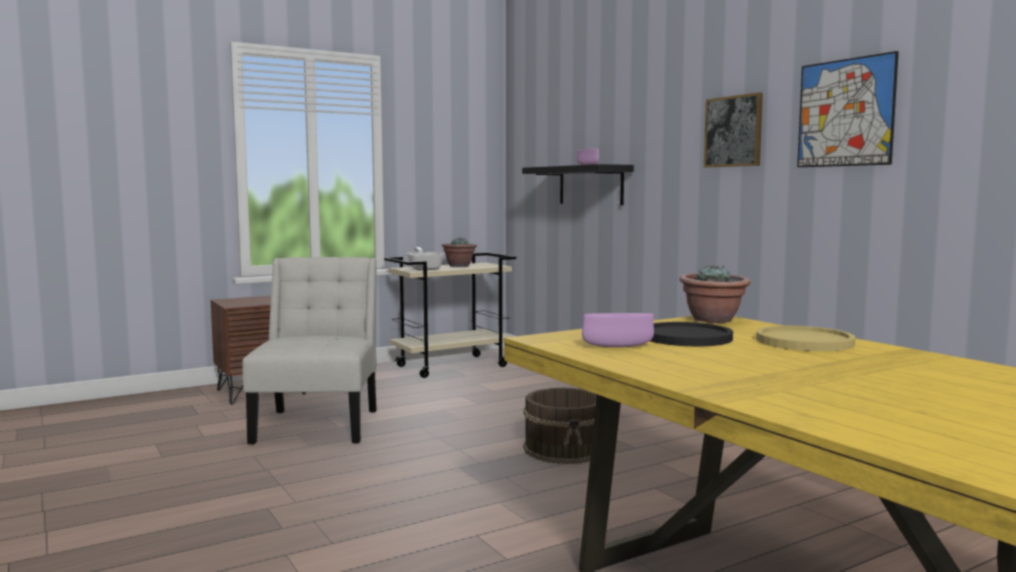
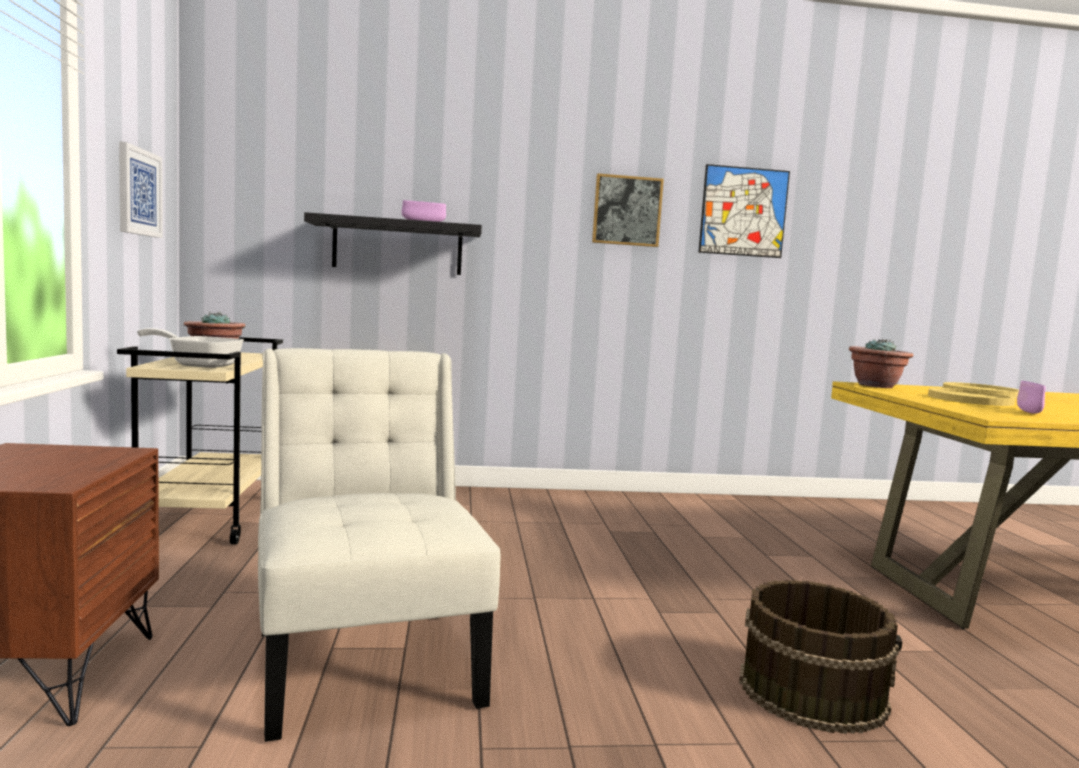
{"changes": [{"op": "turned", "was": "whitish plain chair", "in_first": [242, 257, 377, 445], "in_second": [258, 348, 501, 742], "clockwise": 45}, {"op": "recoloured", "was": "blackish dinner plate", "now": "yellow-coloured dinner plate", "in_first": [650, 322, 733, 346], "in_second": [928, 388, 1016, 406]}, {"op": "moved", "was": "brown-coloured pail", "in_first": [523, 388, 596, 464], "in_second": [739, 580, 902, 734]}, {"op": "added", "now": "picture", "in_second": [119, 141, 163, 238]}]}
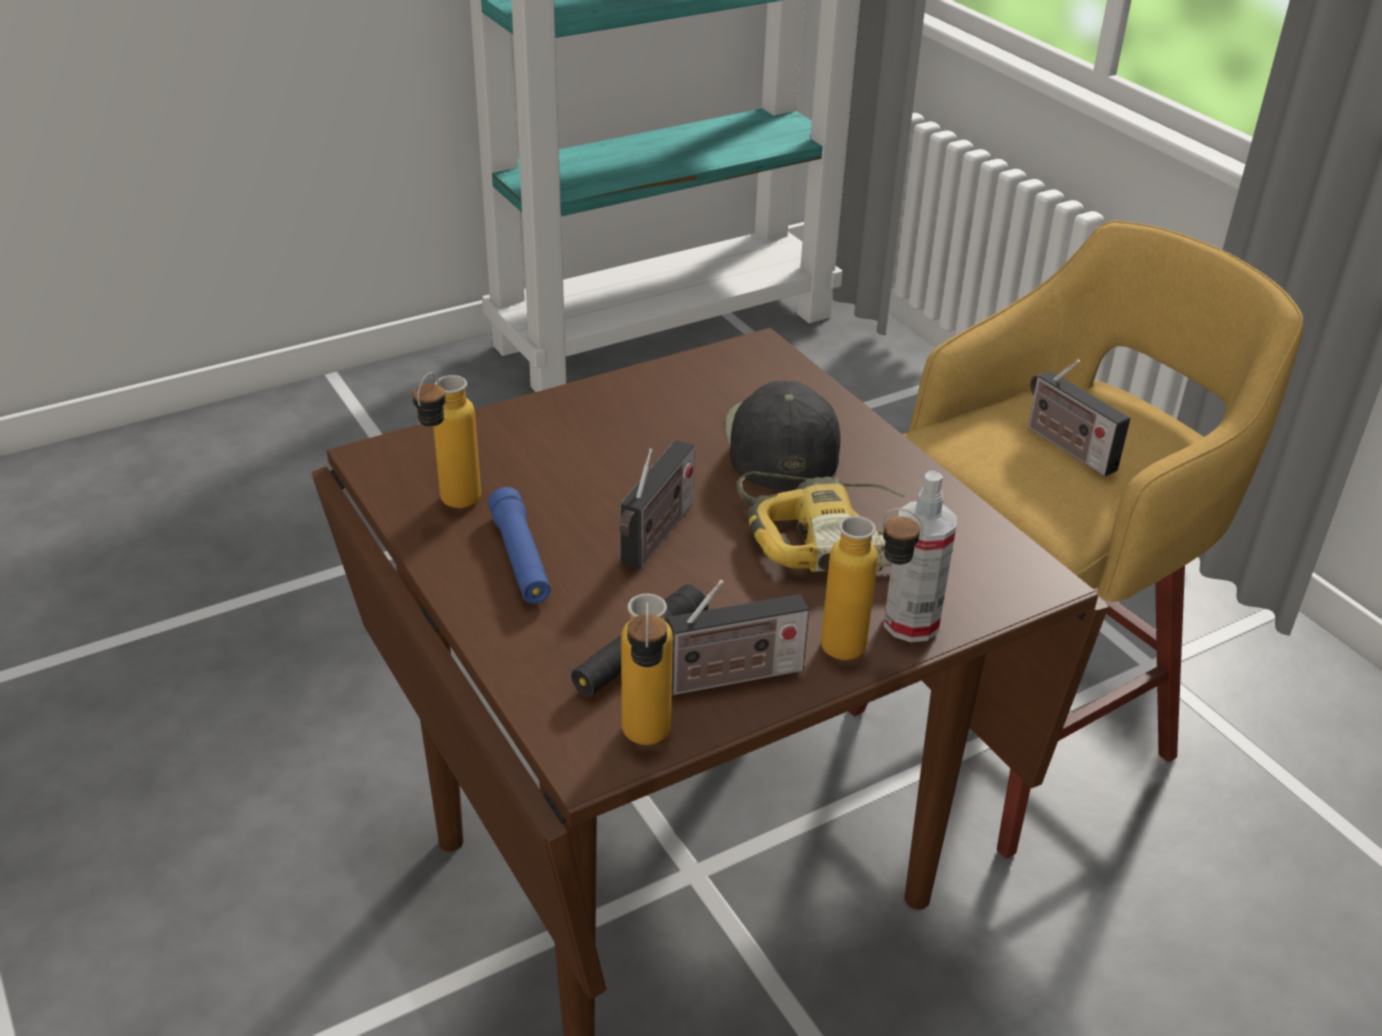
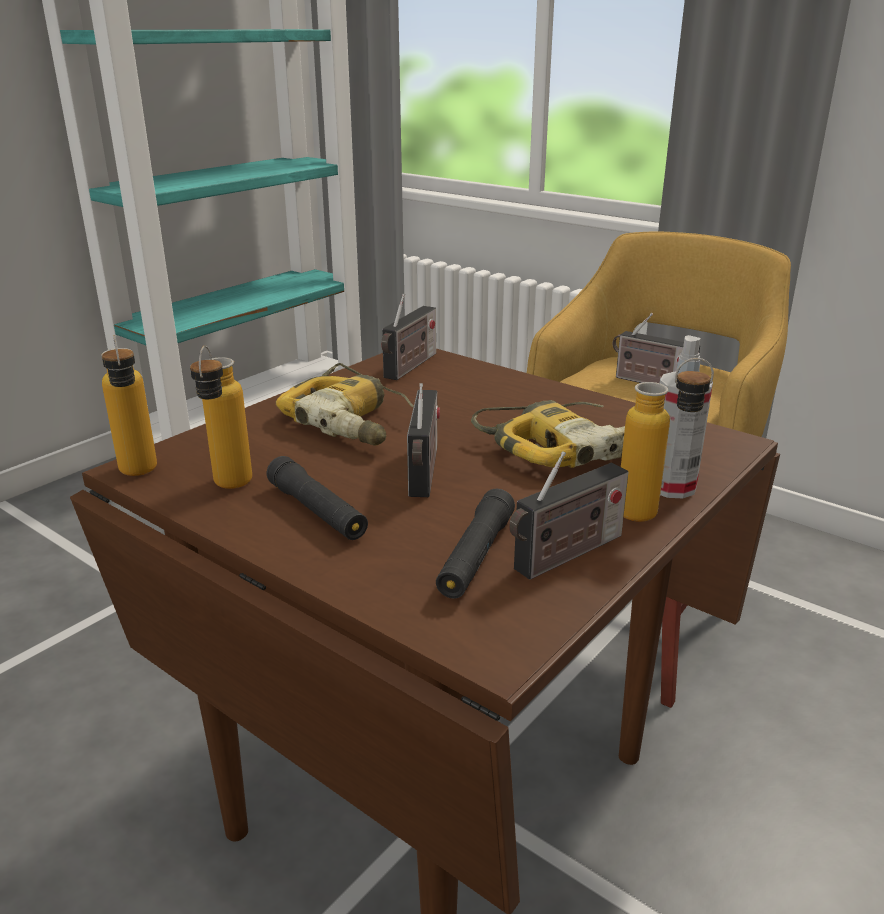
{"changes": [{"op": "removed", "was": "blackish baseball cap", "in_first": [725, 381, 841, 491]}, {"op": "recoloured", "was": "blue torch", "now": "blackish torch", "in_first": [488, 487, 551, 604], "in_second": [267, 456, 368, 540]}, {"op": "moved", "was": "drink bottle", "in_first": [621, 594, 673, 745], "in_second": [101, 335, 157, 476]}, {"op": "added", "now": "radio set", "in_second": [381, 294, 436, 380]}, {"op": "added", "now": "power drill", "in_second": [276, 363, 414, 446]}]}
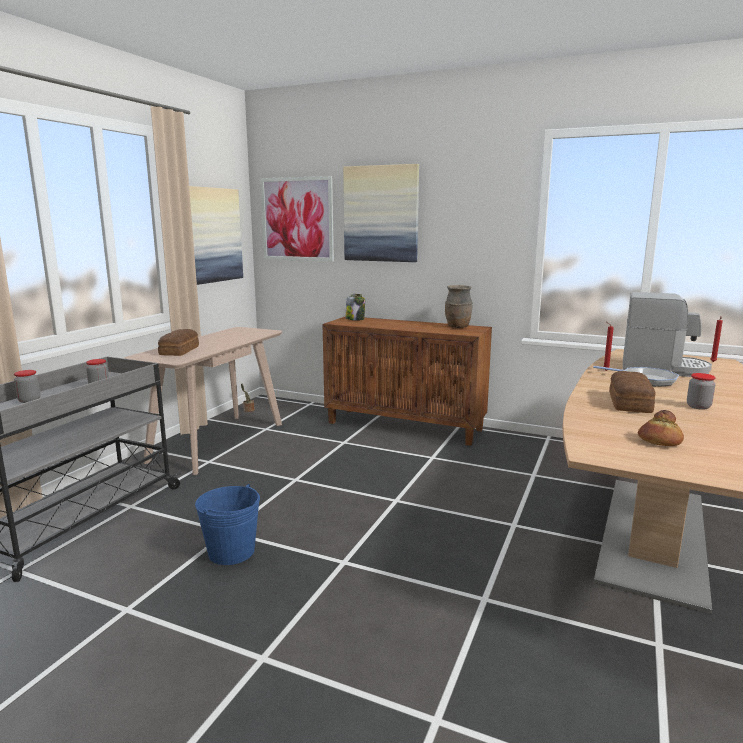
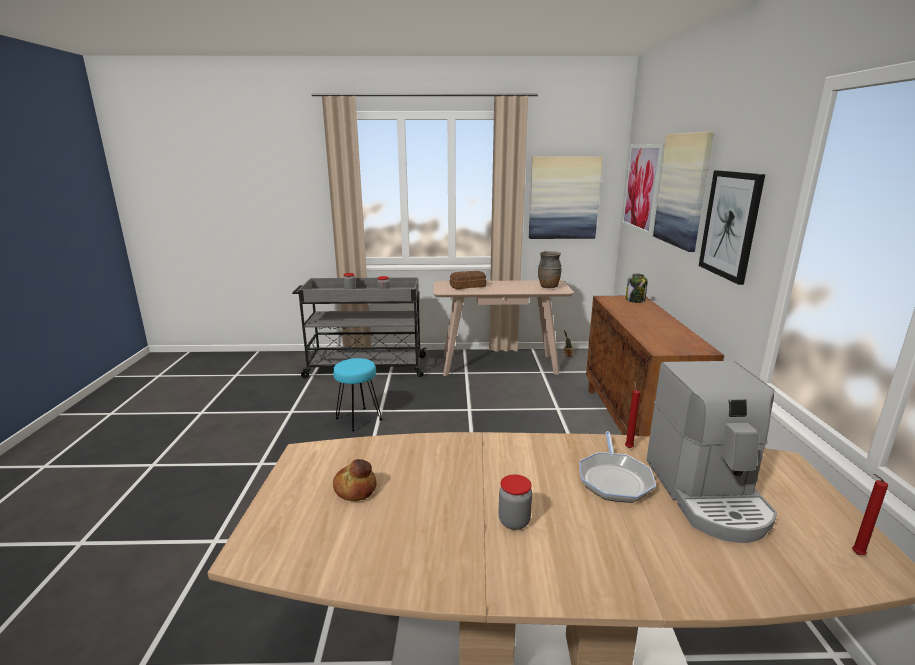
{"changes": [{"op": "moved", "was": "brown-coloured flower vase", "in_first": [445, 285, 473, 328], "in_second": [538, 251, 562, 288]}, {"op": "removed", "was": "bread", "in_first": [609, 371, 656, 413]}, {"op": "replaced", "was": "blue pail", "now": "turquoise-coloured sitting stool", "in_first": [195, 484, 260, 565], "in_second": [333, 358, 382, 431]}, {"op": "added", "now": "picture", "in_second": [699, 170, 765, 285]}]}
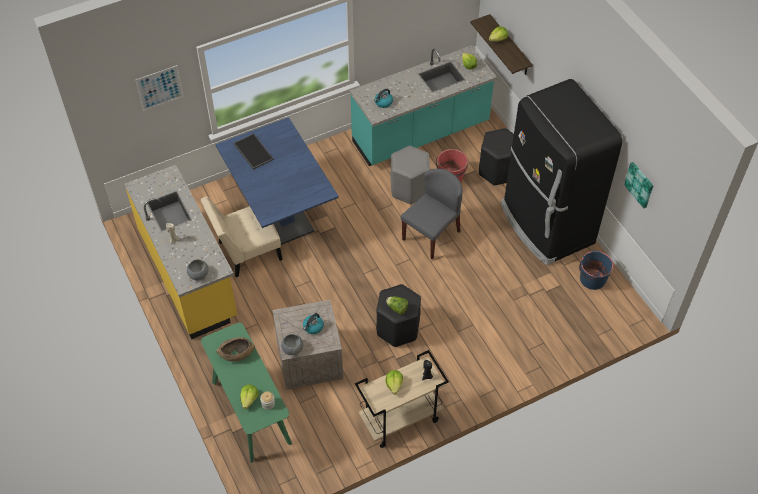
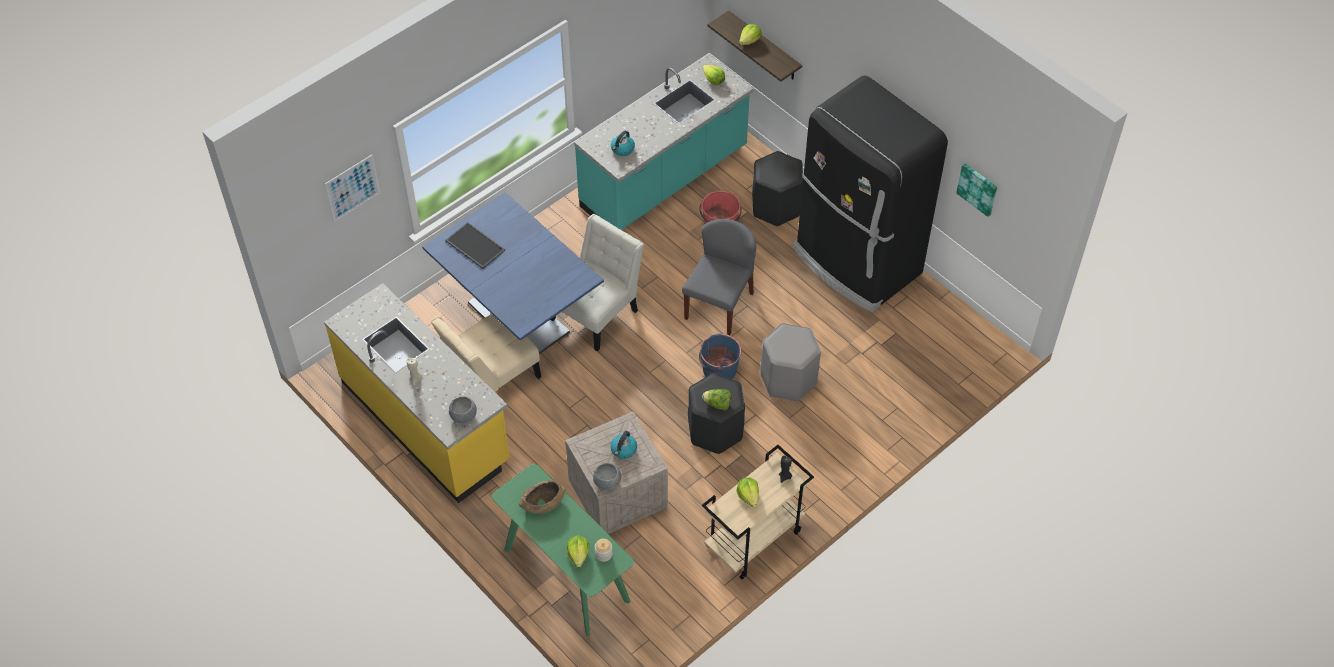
{"changes": [{"op": "moved", "was": "gray sitting stool", "in_first": [391, 146, 430, 205], "in_second": [761, 323, 821, 402]}, {"op": "moved", "was": "blue pail", "in_first": [579, 251, 613, 290], "in_second": [699, 334, 741, 379]}, {"op": "added", "now": "whitish plain chair", "in_second": [550, 214, 644, 351]}]}
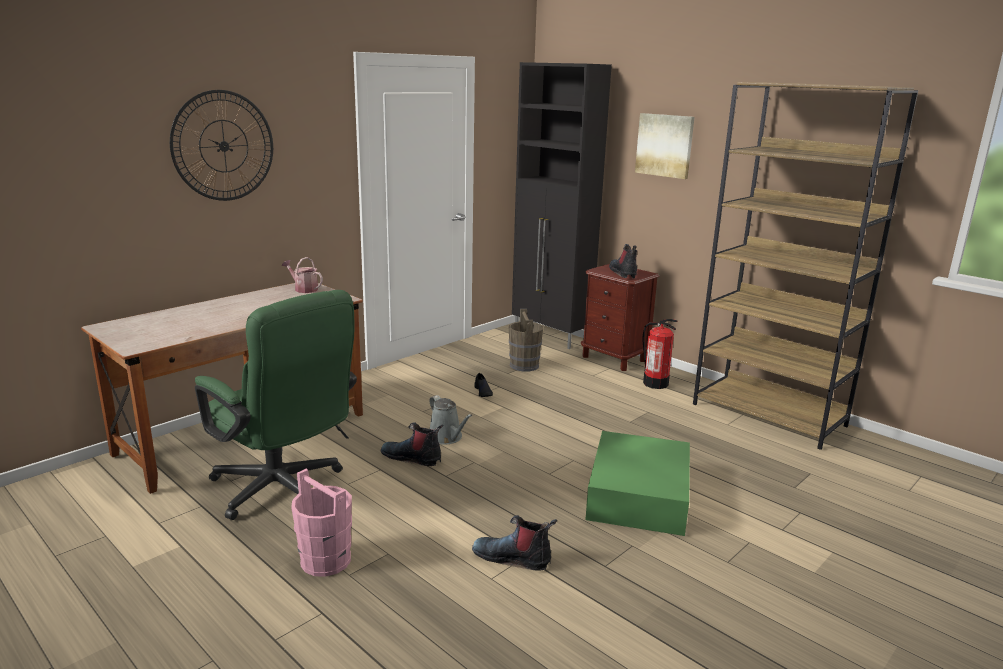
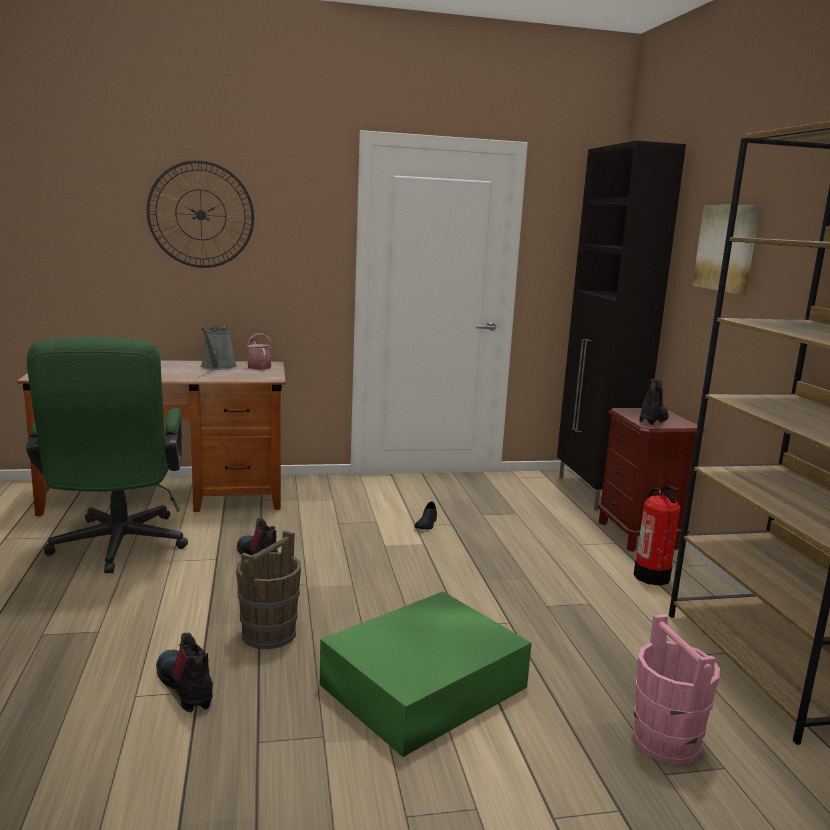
{"changes": [{"op": "moved", "was": "brown-coloured pail", "in_first": [509, 309, 543, 372], "in_second": [236, 530, 301, 649]}, {"op": "moved", "was": "gray watering pot", "in_first": [430, 395, 473, 445], "in_second": [201, 325, 237, 370]}, {"op": "moved", "was": "pink pail", "in_first": [291, 468, 352, 577], "in_second": [633, 614, 720, 765]}]}
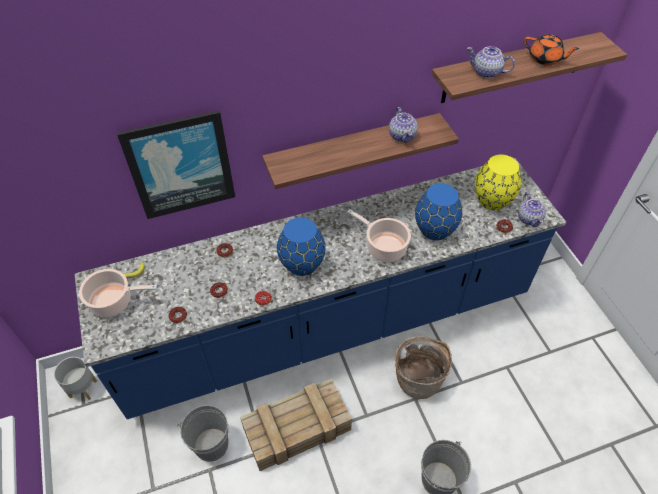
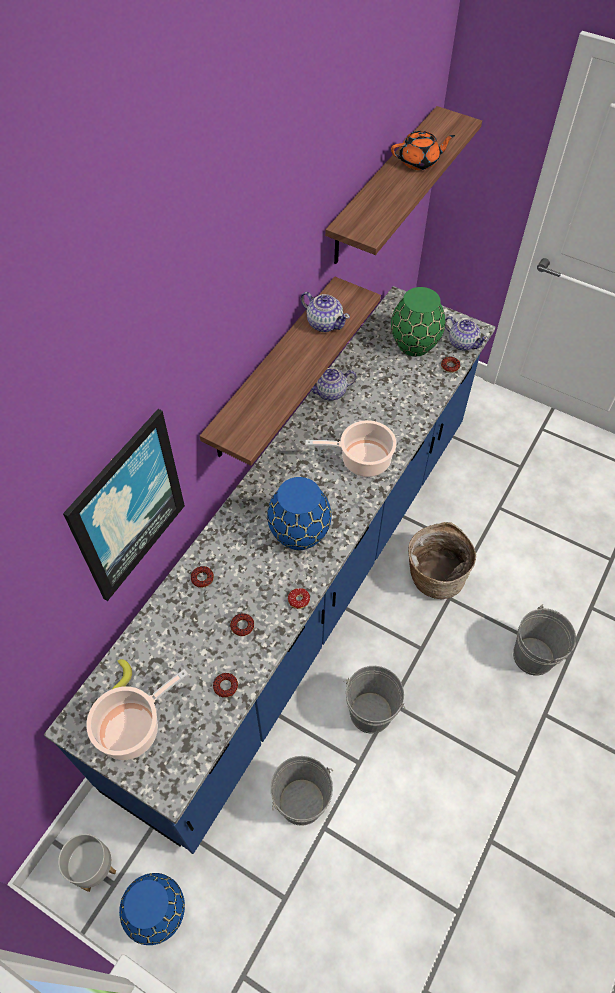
{"changes": [{"op": "moved", "was": "pot for tea", "in_first": [467, 46, 515, 78], "in_second": [311, 368, 357, 401]}, {"op": "recoloured", "was": "yellow-coloured flower vase", "now": "green-coloured flower vase", "in_first": [475, 155, 521, 210], "in_second": [391, 287, 446, 356]}, {"op": "moved", "was": "blue flower vase", "in_first": [415, 183, 462, 241], "in_second": [119, 873, 185, 945]}, {"op": "replaced", "was": "packing crate", "now": "gray pail", "in_first": [240, 378, 352, 471], "in_second": [343, 666, 405, 734]}]}
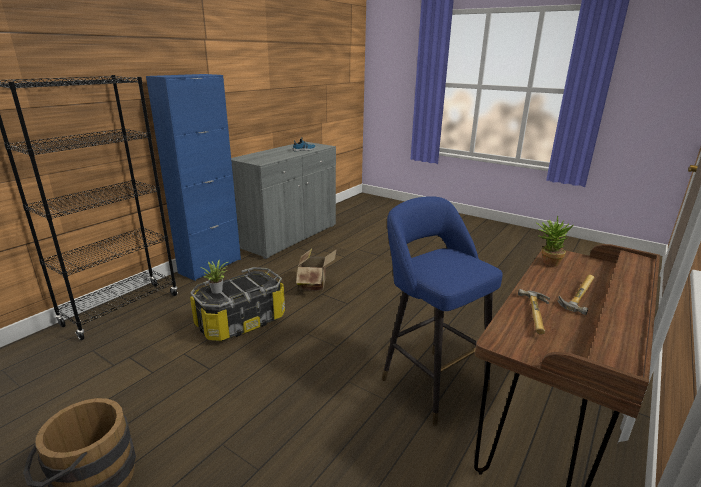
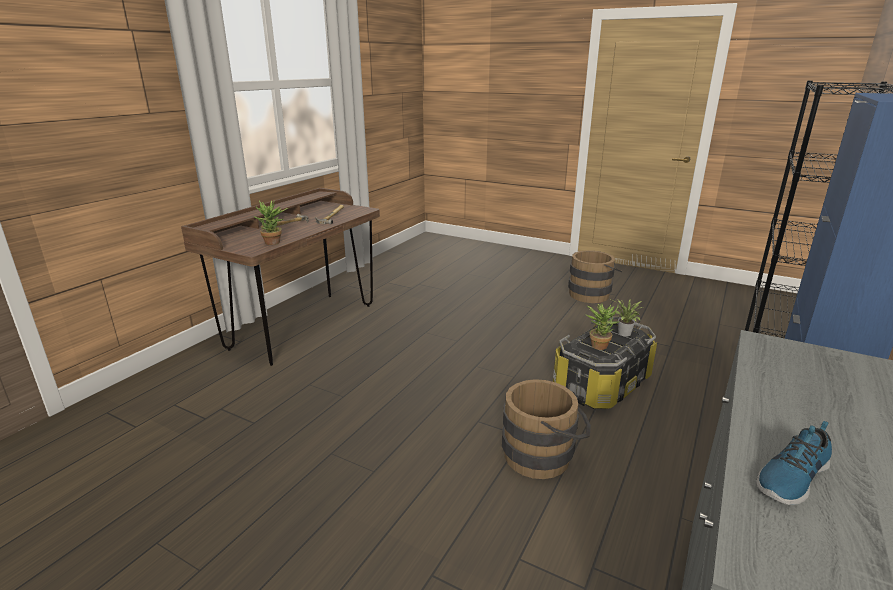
{"changes": [{"op": "removed", "was": "blue sitting stool", "in_first": [382, 196, 503, 426]}, {"op": "replaced", "was": "cardboard box", "now": "brown-coloured pail", "in_first": [296, 249, 337, 291], "in_second": [502, 379, 591, 479]}, {"op": "added", "now": "houseplant", "in_second": [587, 304, 620, 350]}]}
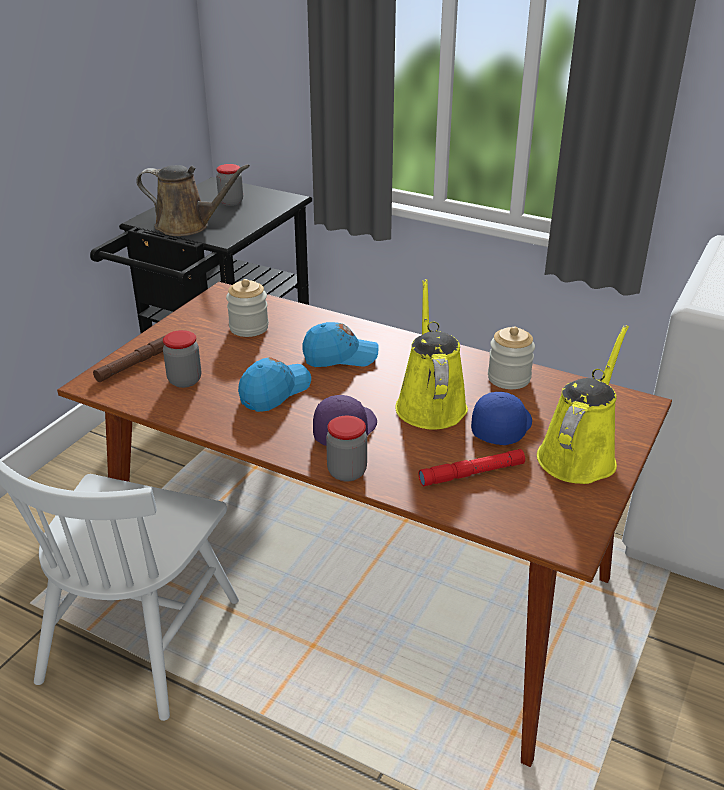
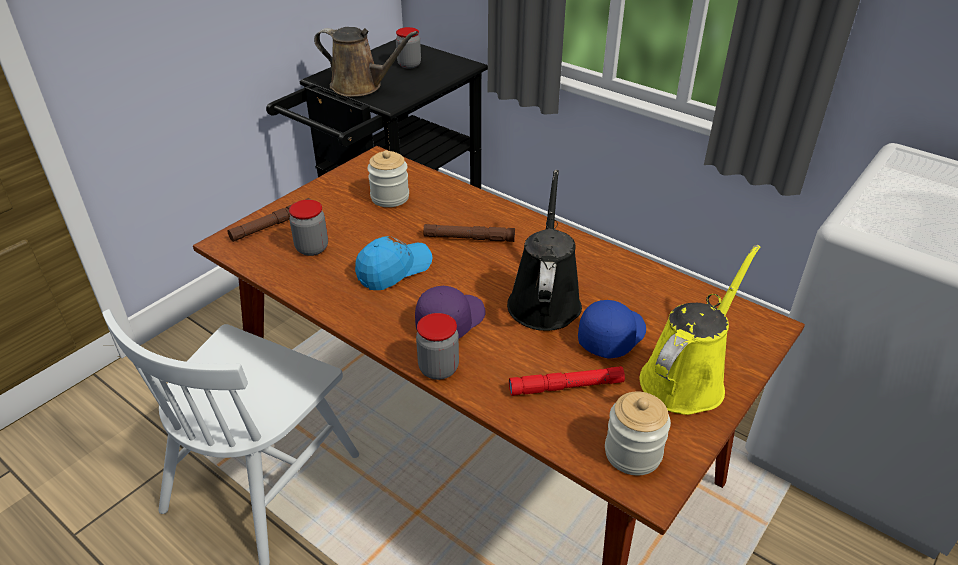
{"changes": [{"op": "recoloured", "was": "yellow-coloured watering pot", "now": "blackish watering pot", "in_first": [395, 279, 468, 429], "in_second": [507, 170, 582, 331]}, {"op": "replaced", "was": "blue baseball cap", "now": "brown-coloured torch", "in_first": [302, 322, 379, 367], "in_second": [423, 224, 515, 242]}, {"op": "moved", "was": "jar", "in_first": [488, 327, 535, 389], "in_second": [605, 391, 671, 475]}]}
